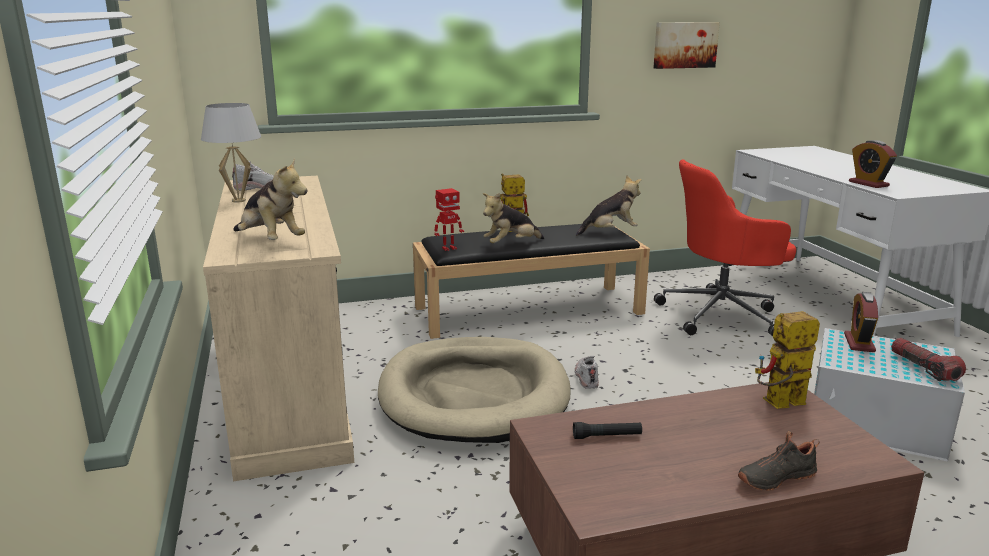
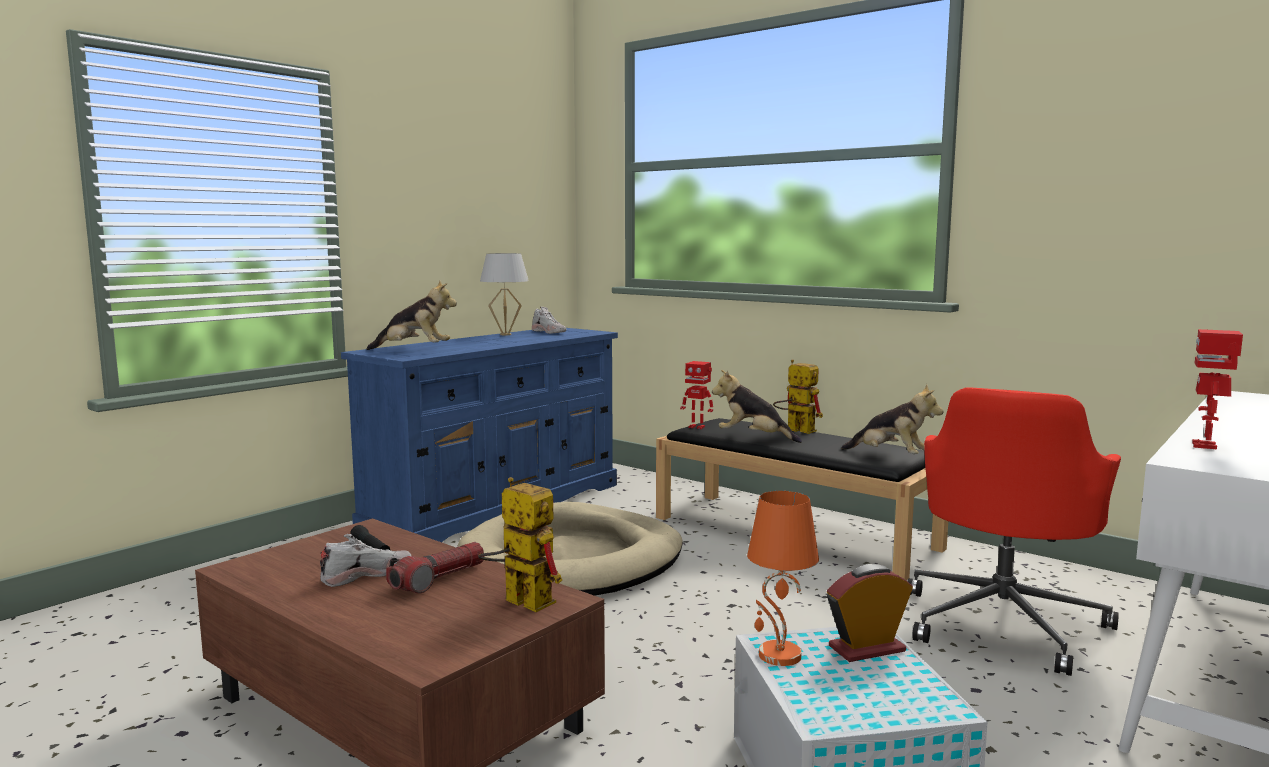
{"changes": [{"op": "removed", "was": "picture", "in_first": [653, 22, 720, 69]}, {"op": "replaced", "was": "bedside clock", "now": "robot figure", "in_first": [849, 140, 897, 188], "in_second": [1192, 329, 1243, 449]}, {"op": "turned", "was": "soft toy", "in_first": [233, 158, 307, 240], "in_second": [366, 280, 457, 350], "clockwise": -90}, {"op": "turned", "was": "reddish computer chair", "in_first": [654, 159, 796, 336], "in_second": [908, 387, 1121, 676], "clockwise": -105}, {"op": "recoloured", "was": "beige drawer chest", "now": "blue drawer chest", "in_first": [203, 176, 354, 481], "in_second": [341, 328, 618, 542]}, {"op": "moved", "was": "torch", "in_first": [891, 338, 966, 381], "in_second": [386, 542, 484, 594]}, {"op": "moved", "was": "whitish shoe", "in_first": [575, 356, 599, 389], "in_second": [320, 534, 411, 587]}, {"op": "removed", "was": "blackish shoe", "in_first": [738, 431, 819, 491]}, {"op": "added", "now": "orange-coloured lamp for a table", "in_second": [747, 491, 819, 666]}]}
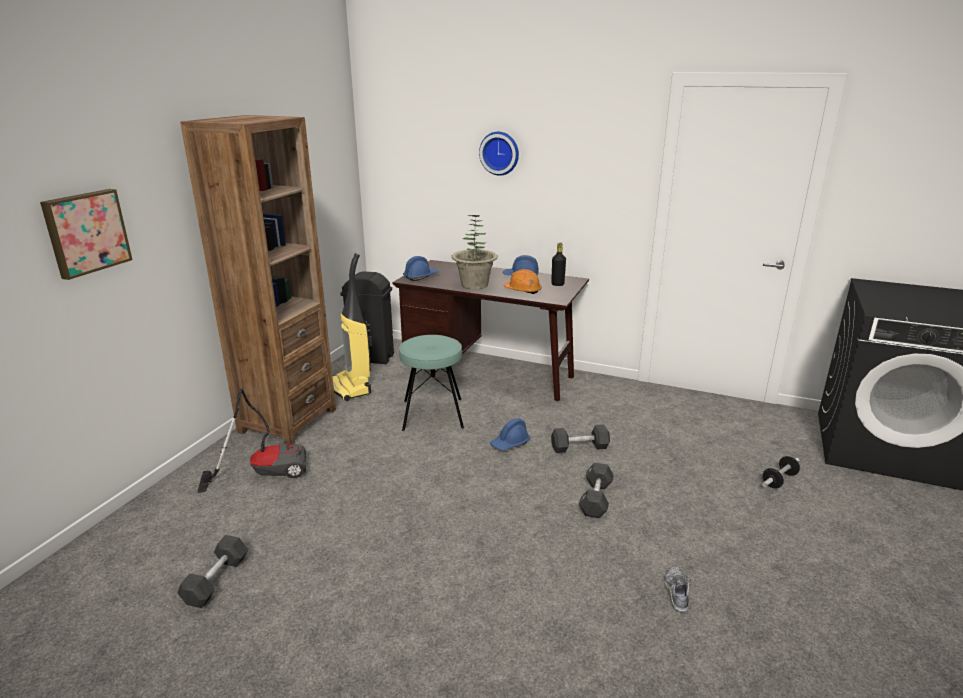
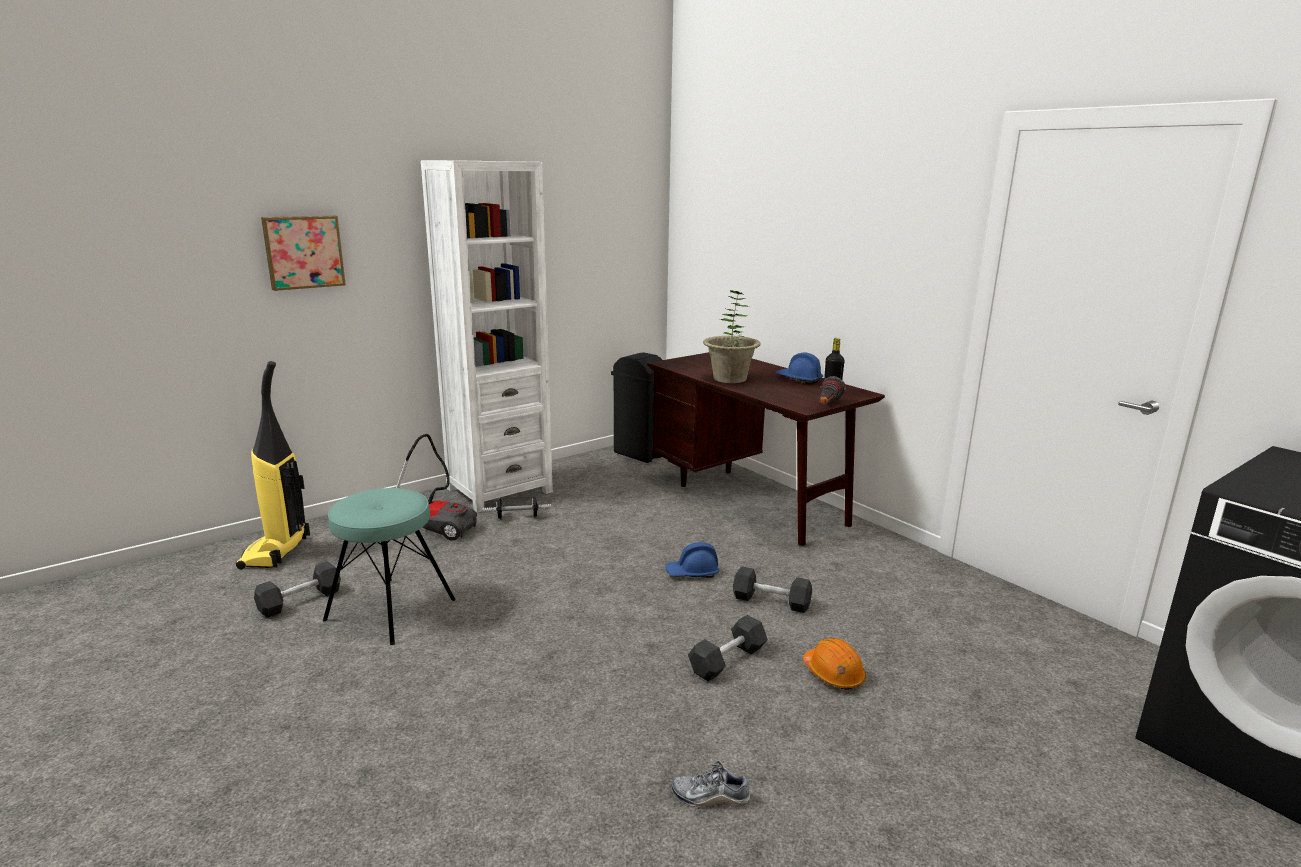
{"changes": [{"op": "recoloured", "was": "brown-coloured bookshelf", "now": "whitish bookshelf", "in_first": [180, 115, 336, 444], "in_second": [421, 160, 553, 512]}, {"op": "removed", "was": "clock on the wall", "in_first": [479, 132, 519, 176]}, {"op": "moved", "was": "hoover", "in_first": [332, 253, 372, 401], "in_second": [236, 361, 310, 570]}, {"op": "removed", "was": "blue hard hat", "in_first": [403, 256, 439, 281]}, {"op": "moved", "was": "orange-coloured hard hat", "in_first": [504, 269, 542, 294], "in_second": [803, 638, 866, 690]}, {"op": "moved", "was": "turquoise-coloured sitting stool", "in_first": [399, 335, 464, 431], "in_second": [323, 488, 456, 645]}, {"op": "moved", "was": "dumbbell", "in_first": [762, 456, 800, 488], "in_second": [483, 497, 551, 519]}, {"op": "turned", "was": "shoe", "in_first": [664, 566, 693, 613], "in_second": [671, 761, 751, 807], "clockwise": -120}, {"op": "added", "now": "torch", "in_second": [819, 376, 846, 404]}]}
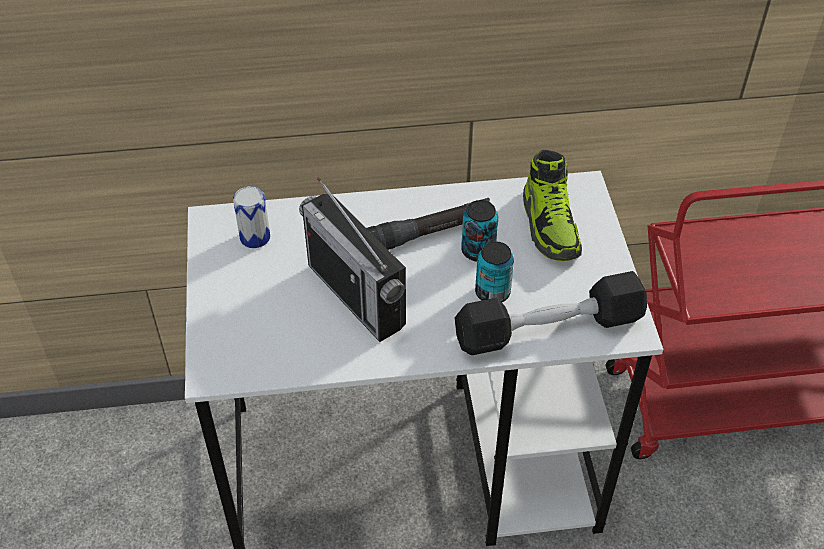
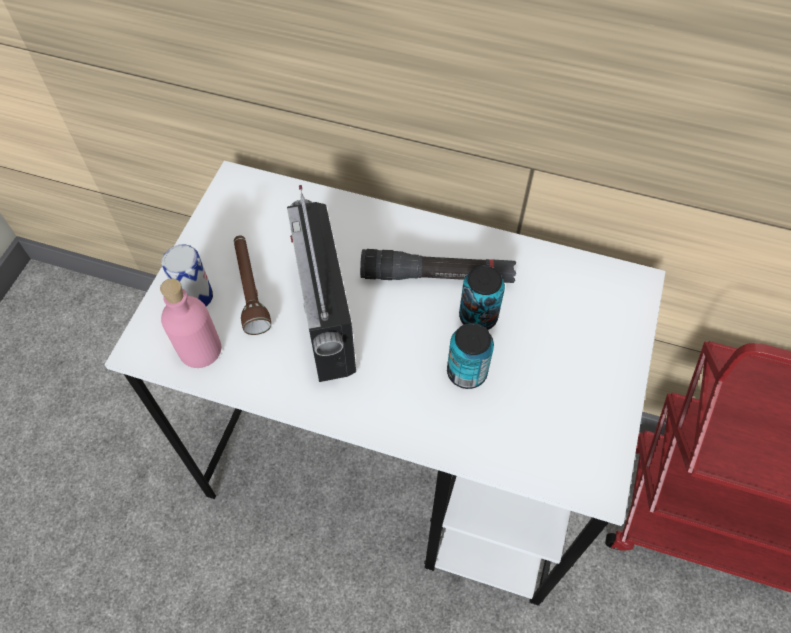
{"changes": [{"op": "removed", "was": "shoe", "in_first": [523, 150, 582, 261]}, {"op": "moved", "was": "can", "in_first": [233, 186, 270, 248], "in_second": [161, 244, 213, 307]}, {"op": "removed", "was": "blackish dumbbell", "in_first": [455, 271, 647, 355]}, {"op": "added", "now": "brown-coloured torch", "in_second": [234, 236, 271, 335]}, {"op": "added", "now": "pink drink bottle", "in_second": [160, 279, 221, 368]}]}
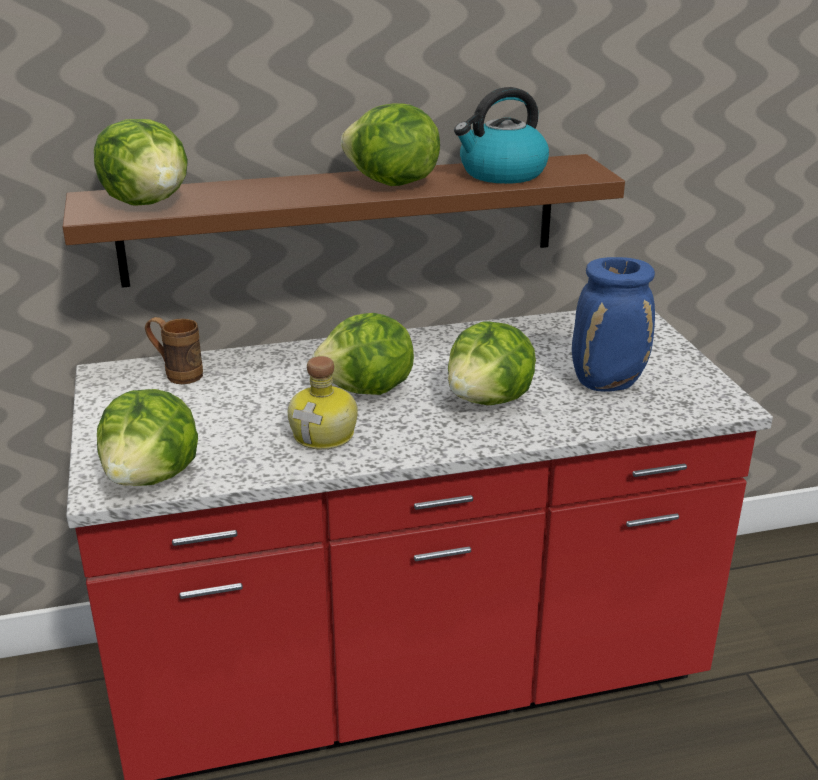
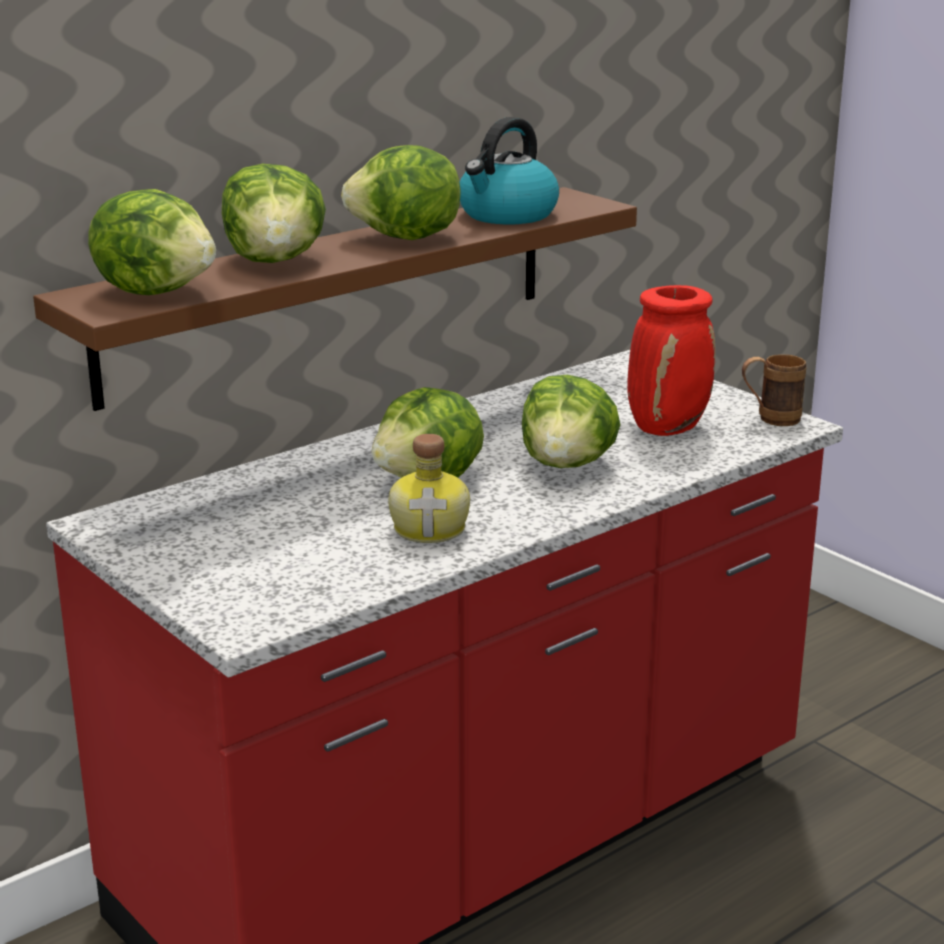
{"changes": [{"op": "recoloured", "was": "blue flower vase", "now": "reddish flower vase", "in_first": [572, 257, 655, 391], "in_second": [627, 285, 716, 436]}, {"op": "moved", "was": "brown-coloured coffee mug", "in_first": [145, 317, 203, 384], "in_second": [742, 354, 806, 426]}, {"op": "moved", "was": "lettuce head", "in_first": [97, 389, 198, 486], "in_second": [222, 164, 326, 263]}]}
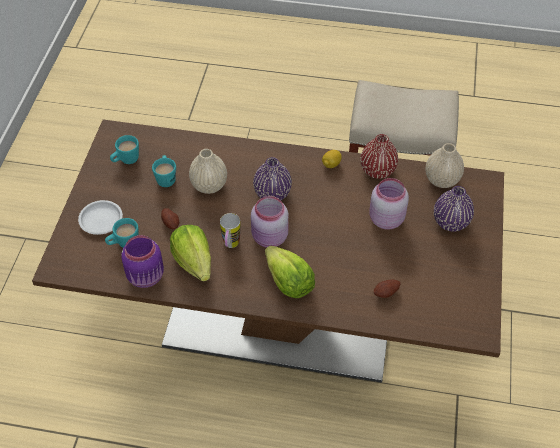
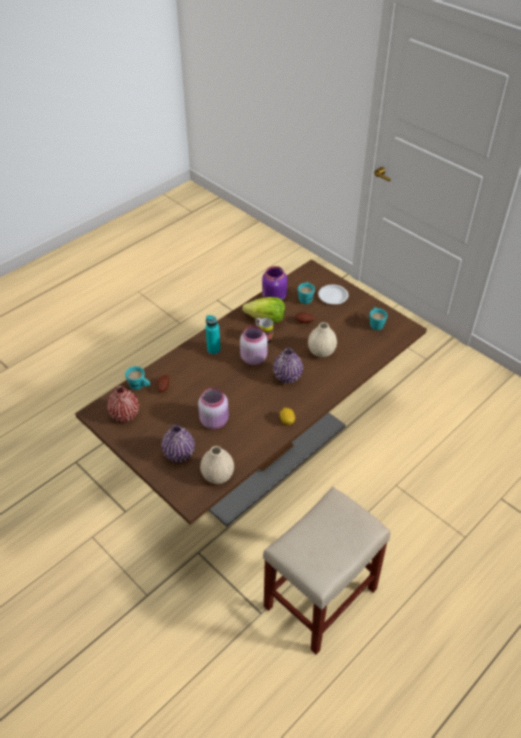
{"changes": [{"op": "moved", "was": "reddish flower vase", "in_first": [360, 134, 398, 179], "in_second": [107, 386, 139, 422]}, {"op": "moved", "was": "turquoise-coloured coffee mug", "in_first": [152, 155, 176, 187], "in_second": [125, 366, 150, 390]}, {"op": "replaced", "was": "lettuce head", "now": "turquoise-coloured drink bottle", "in_first": [265, 246, 315, 298], "in_second": [206, 315, 221, 355]}]}
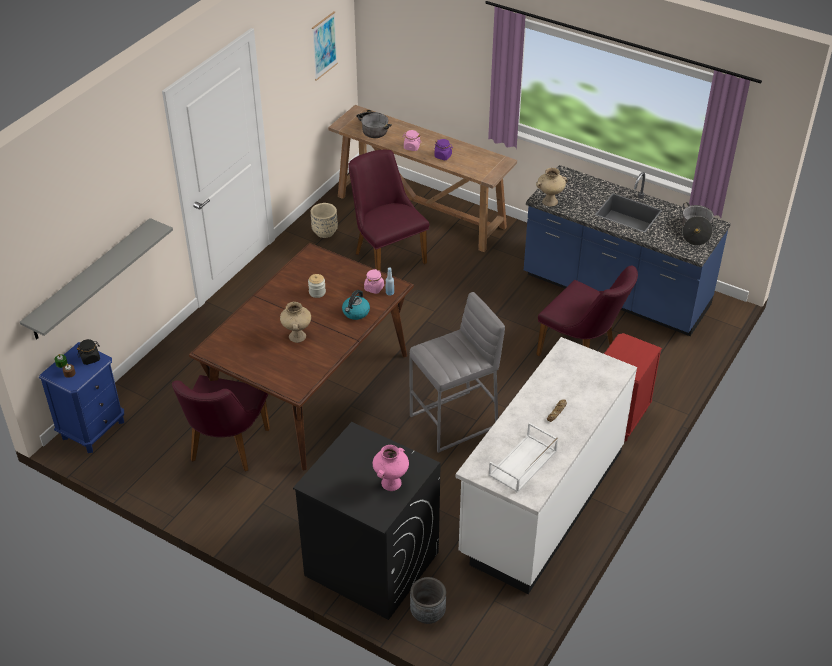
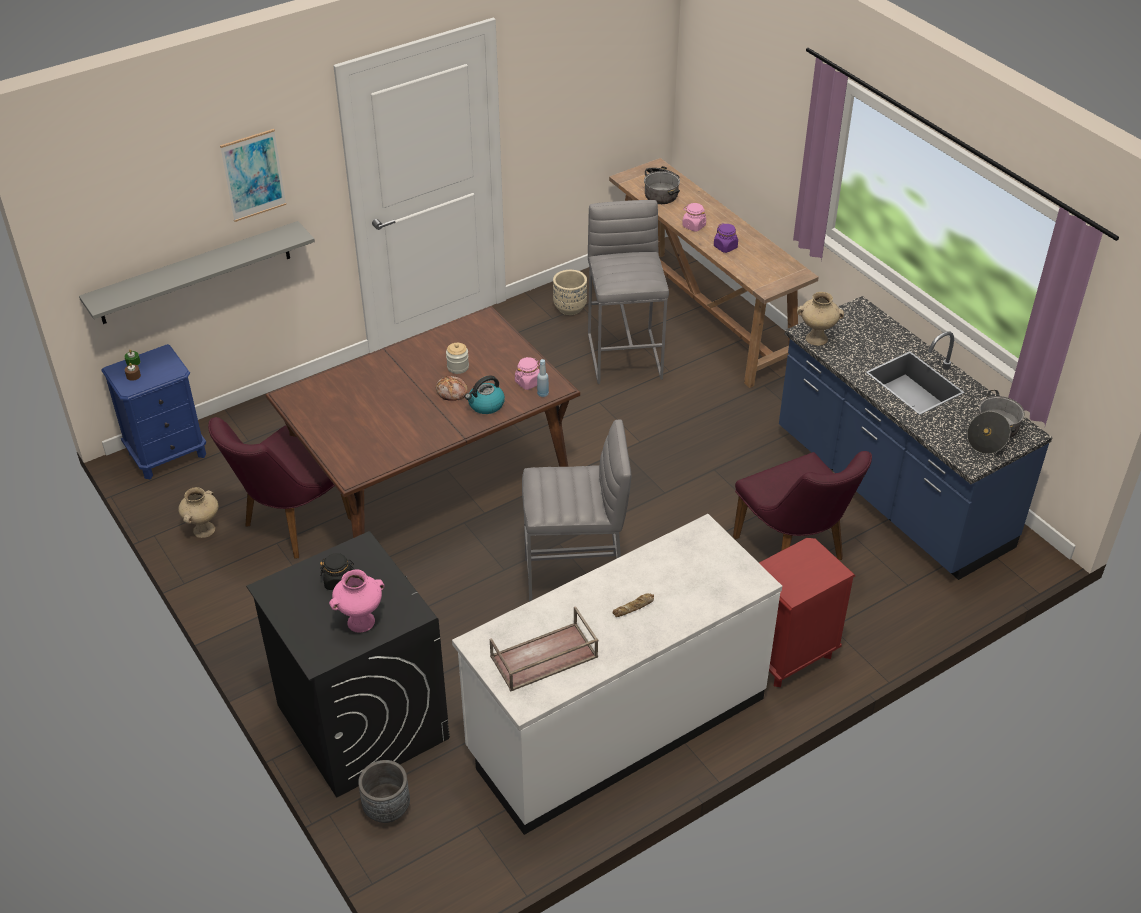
{"changes": [{"op": "moved", "was": "picture", "in_first": [312, 11, 338, 81], "in_second": [220, 129, 286, 222]}, {"op": "replaced", "was": "purplish plain chair", "now": "gray sitting stool", "in_first": [348, 150, 430, 271], "in_second": [588, 200, 669, 384]}, {"op": "moved", "was": "beige flower vase", "in_first": [280, 302, 311, 343], "in_second": [178, 487, 218, 538]}, {"op": "moved", "was": "blackish jar", "in_first": [77, 339, 100, 365], "in_second": [320, 553, 354, 590]}, {"op": "recoloured", "was": "whitish serving tray", "now": "brown-coloured serving tray", "in_first": [488, 423, 558, 493], "in_second": [490, 607, 598, 692]}, {"op": "added", "now": "bread", "in_second": [436, 376, 468, 401]}]}
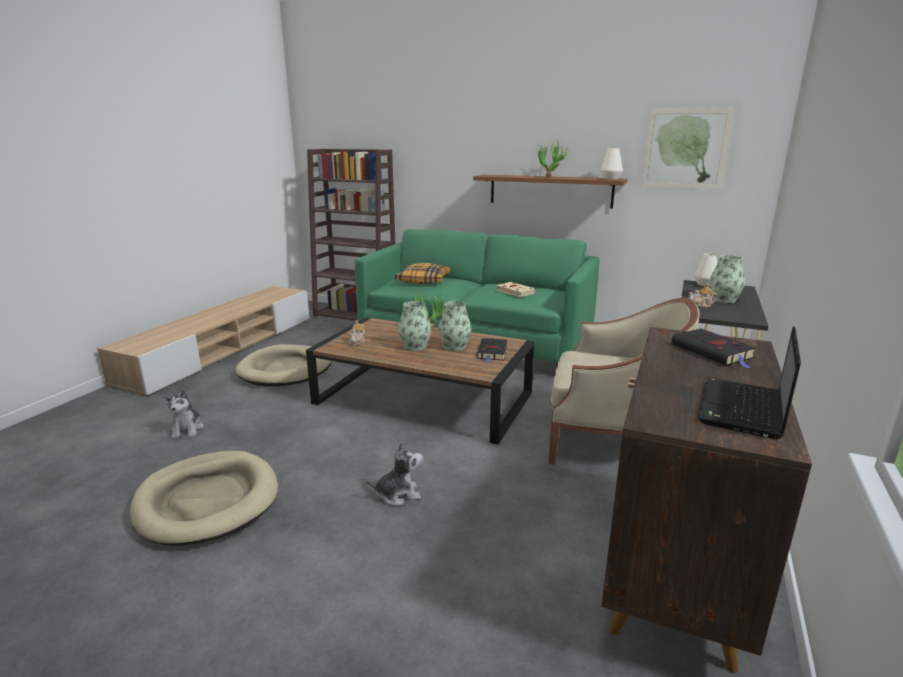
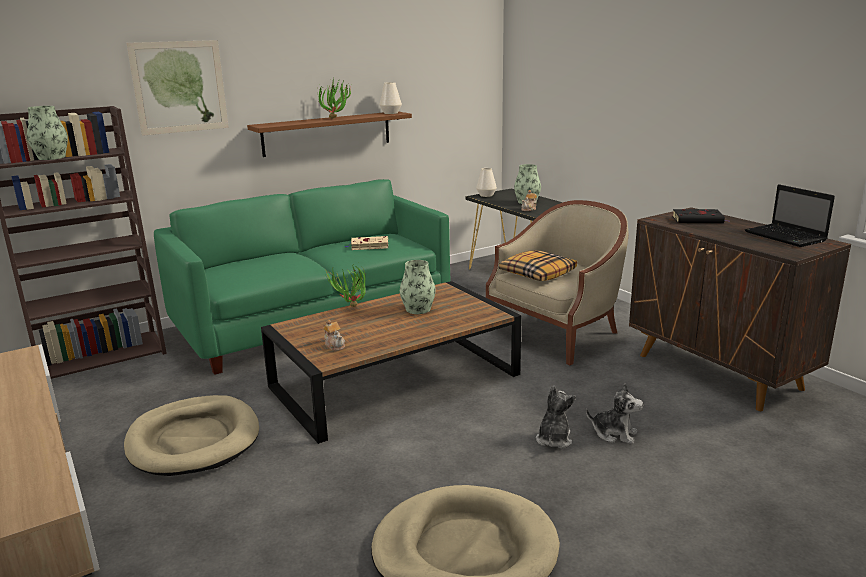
{"changes": [{"op": "moved", "was": "picture", "in_first": [641, 107, 735, 190], "in_second": [126, 40, 229, 136]}, {"op": "moved", "was": "throw pillow", "in_first": [395, 263, 451, 284], "in_second": [499, 250, 577, 281]}, {"op": "moved", "was": "flower vase", "in_first": [398, 301, 431, 351], "in_second": [27, 106, 68, 160]}, {"op": "removed", "was": "blackish volume", "in_first": [477, 338, 507, 363]}, {"op": "moved", "was": "soft toy", "in_first": [162, 388, 204, 439], "in_second": [586, 383, 643, 444]}]}
